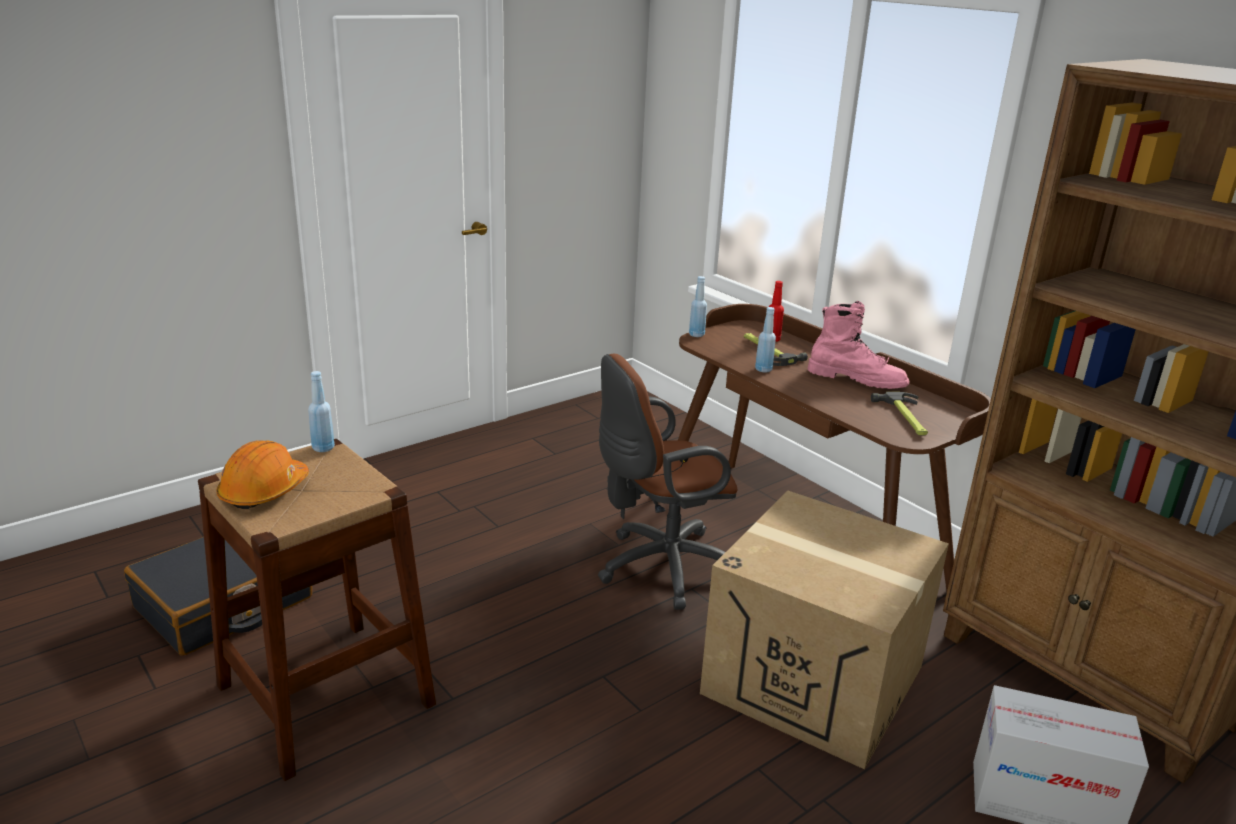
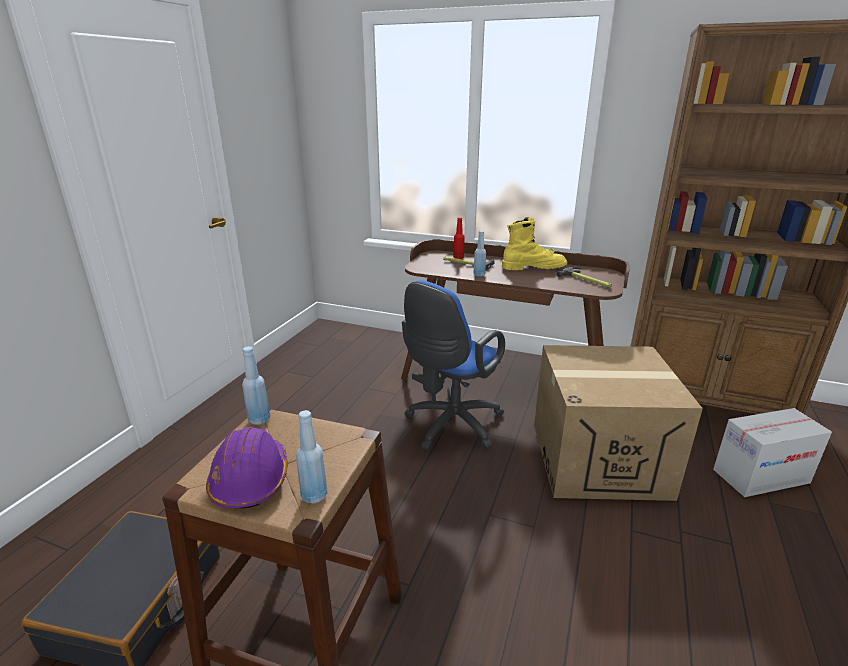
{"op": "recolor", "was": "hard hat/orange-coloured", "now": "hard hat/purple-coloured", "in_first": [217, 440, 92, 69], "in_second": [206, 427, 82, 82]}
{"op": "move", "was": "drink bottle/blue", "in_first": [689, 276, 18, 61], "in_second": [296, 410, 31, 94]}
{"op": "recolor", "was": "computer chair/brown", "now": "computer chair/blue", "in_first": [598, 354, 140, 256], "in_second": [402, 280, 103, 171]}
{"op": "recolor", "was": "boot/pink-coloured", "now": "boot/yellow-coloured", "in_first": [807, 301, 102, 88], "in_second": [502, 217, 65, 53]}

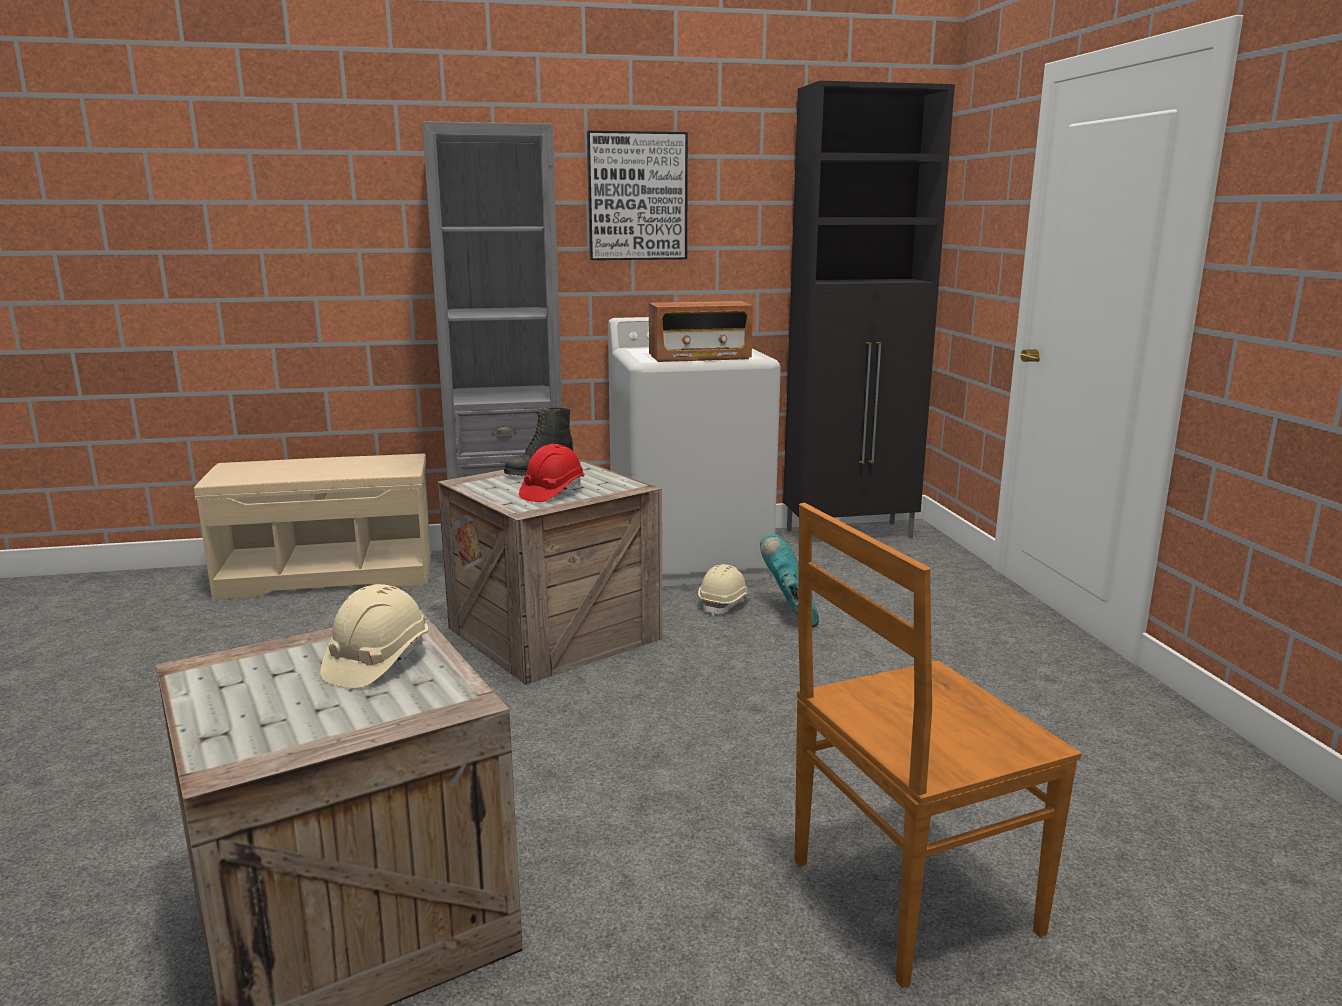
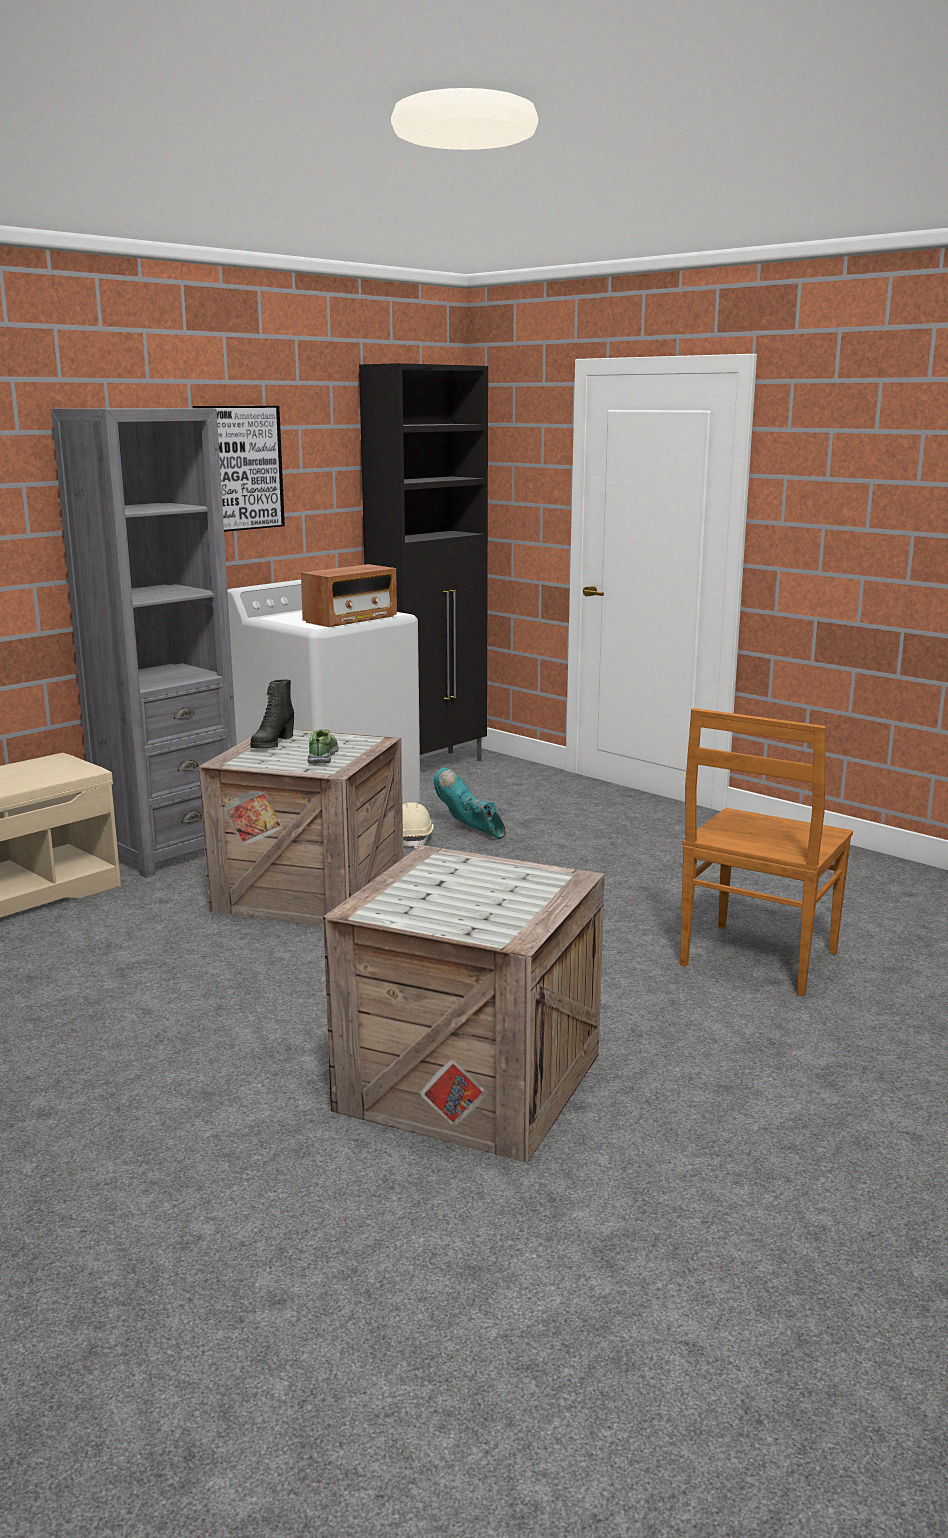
{"op": "replace", "was": "hard hat/red", "now": "item of footwear", "in_first": [519, 444, 65, 58], "in_second": [308, 729, 31, 35]}
{"op": "delete", "was": "hard hat/beige", "in_first": [320, 584, 108, 104]}

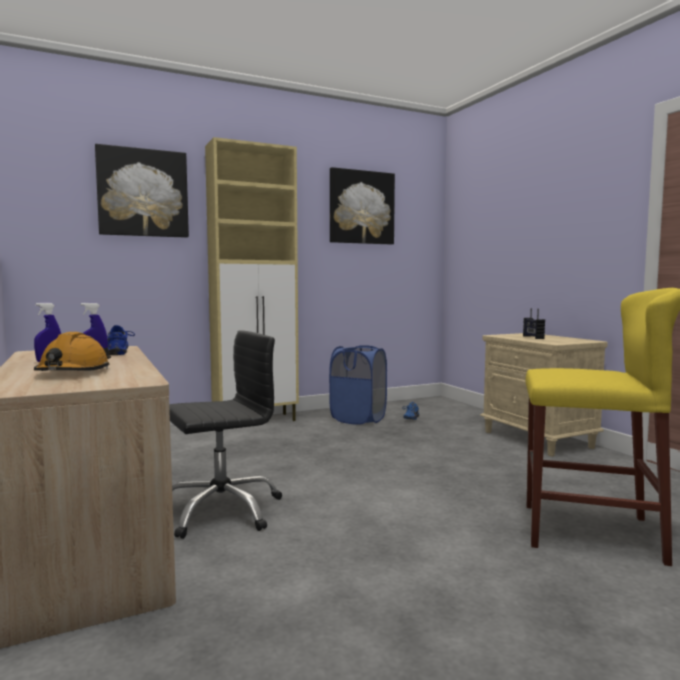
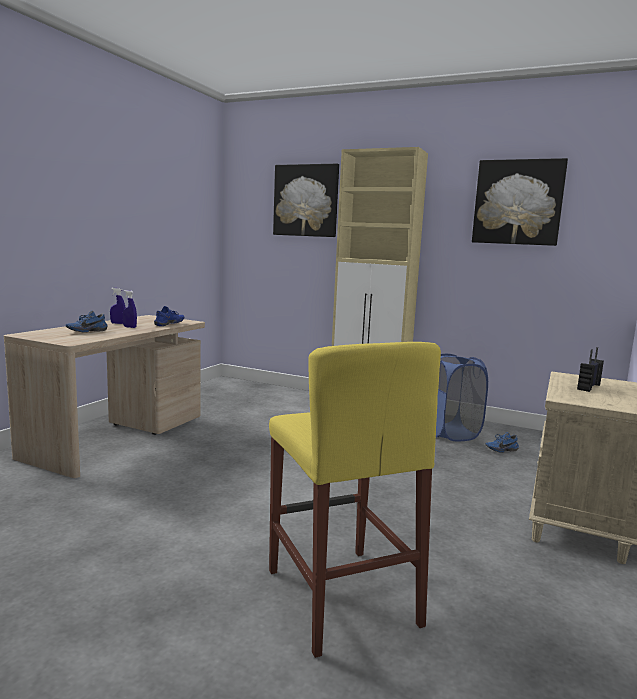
{"op": "replace", "was": "hard hat/orange-coloured", "now": "item of footwear/blue", "in_first": [34, 332, 77, 39], "in_second": [66, 310, 42, 23]}
{"op": "delete", "was": "computer chair/black-coloured", "in_first": [169, 330, 113, 209]}

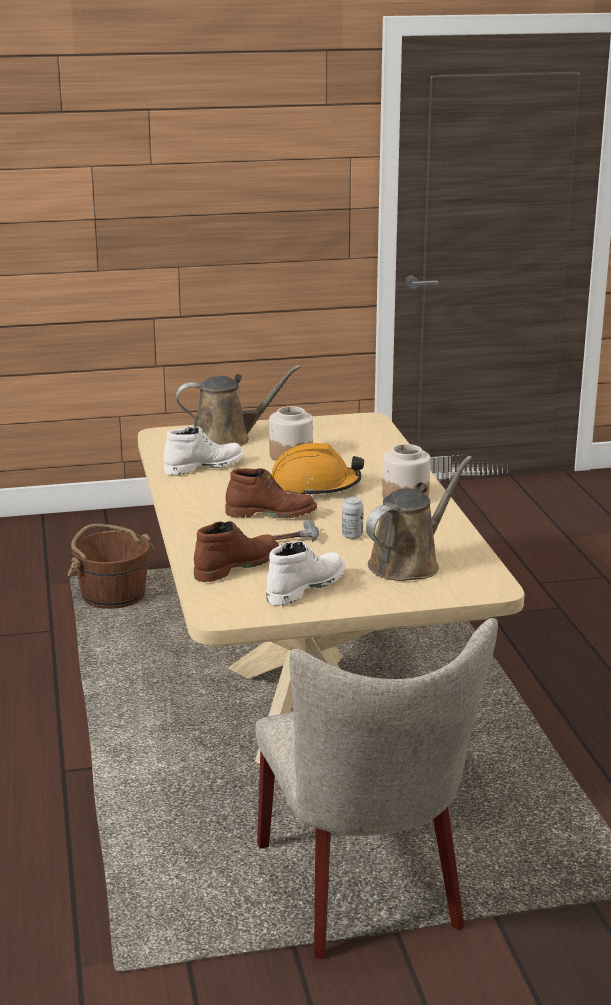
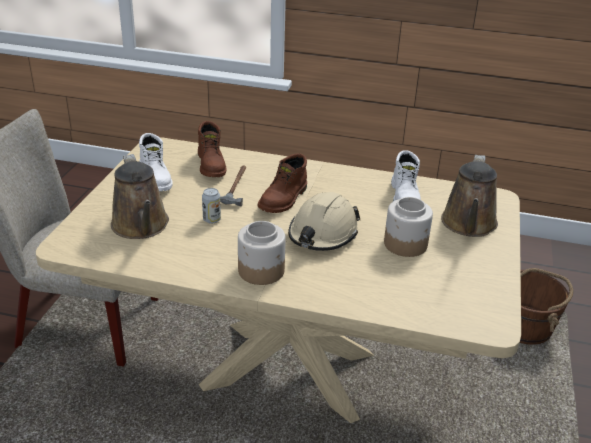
{"op": "recolor", "was": "hard hat/orange-coloured", "now": "hard hat/beige", "in_first": [272, 443, 92, 53], "in_second": [288, 192, 72, 59]}

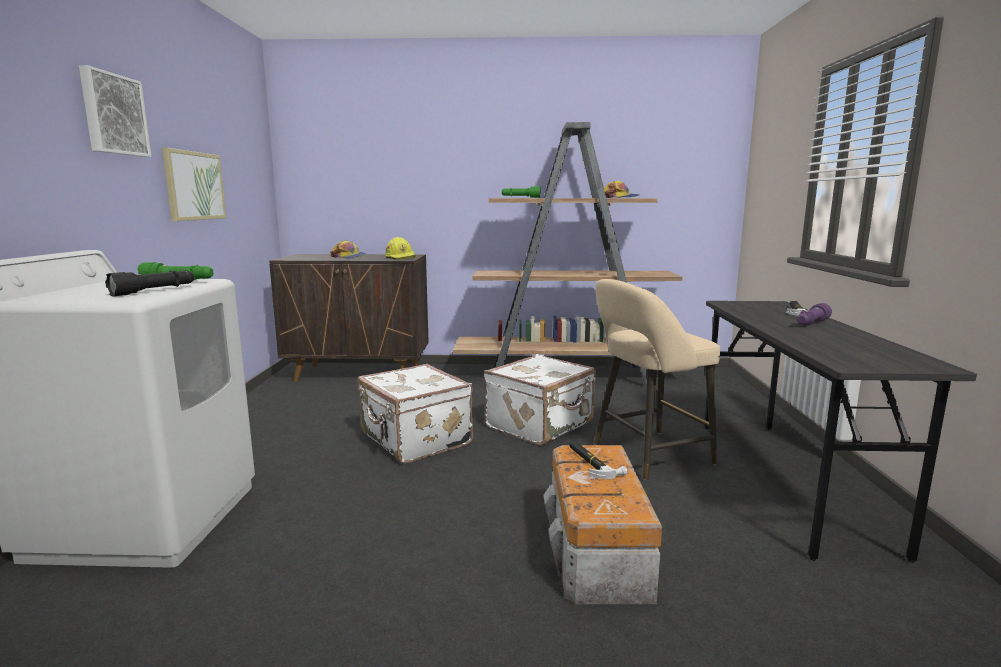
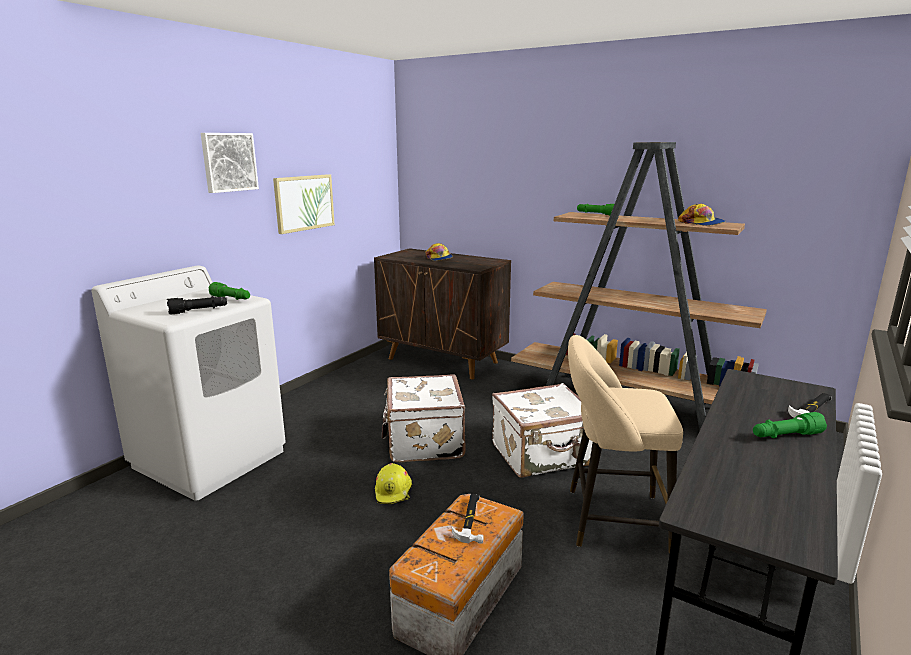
{"op": "move", "was": "hard hat/yellow-coloured", "in_first": [385, 237, 31, 23], "in_second": [375, 463, 37, 41]}
{"op": "recolor", "was": "flashlight/purple-coloured", "now": "flashlight/green", "in_first": [797, 303, 35, 22], "in_second": [753, 412, 74, 26]}

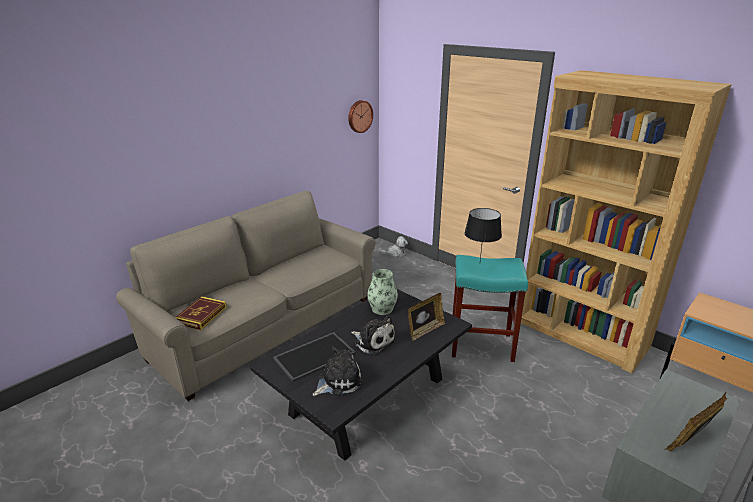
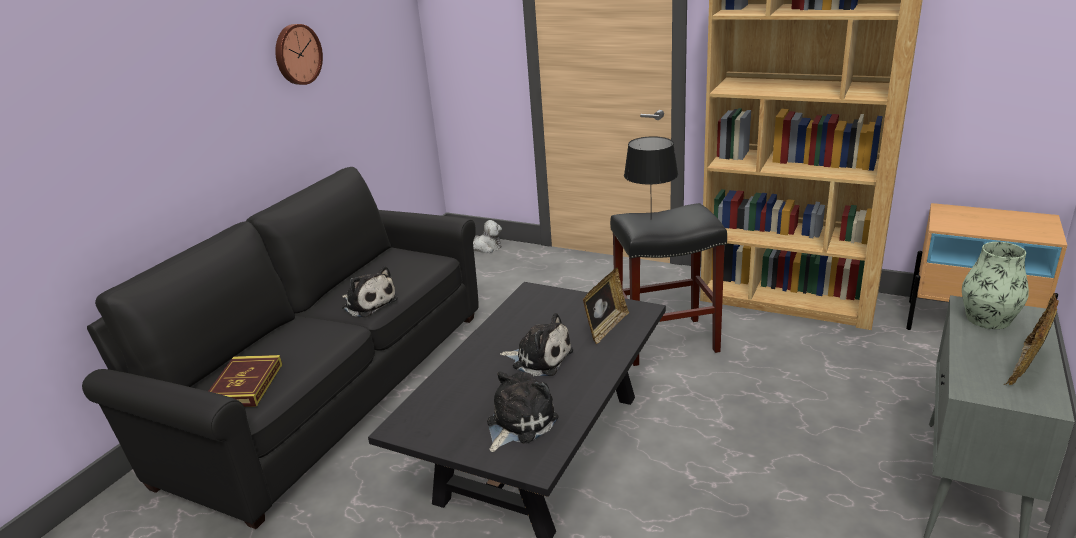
{"op": "recolor", "was": "settee/beige", "now": "settee/black-coloured", "in_first": [116, 191, 260, 210], "in_second": [82, 167, 397, 362]}
{"op": "move", "was": "wall clock", "in_first": [348, 100, 25, 33], "in_second": [275, 24, 48, 61]}
{"op": "insert", "now": "cuddly toy", "in_second": [342, 266, 56, 52]}
{"op": "recolor", "was": "stool/turquoise", "now": "stool/black-coloured", "in_first": [452, 255, 76, 107], "in_second": [610, 203, 117, 163]}
{"op": "move", "was": "flower vase", "in_first": [367, 269, 31, 46], "in_second": [962, 242, 67, 87]}
{"op": "delete", "was": "serving tray", "in_first": [273, 332, 83, 50]}

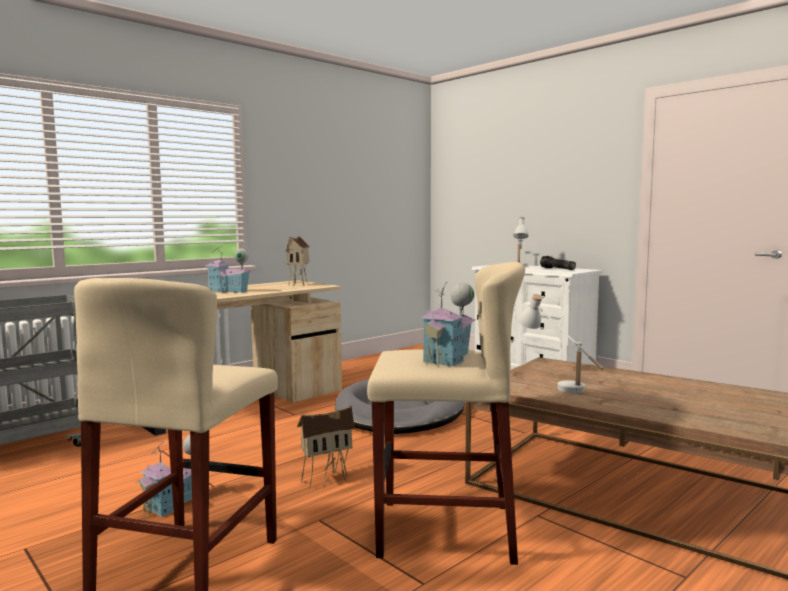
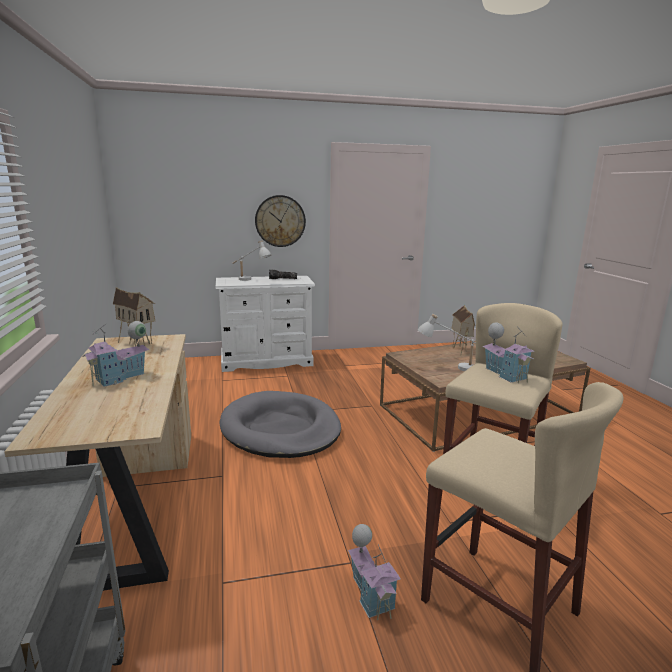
{"op": "insert", "now": "wall clock", "in_second": [255, 195, 51, 52]}
{"op": "move", "was": "model house", "in_first": [297, 406, 58, 84], "in_second": [452, 305, 23, 51]}

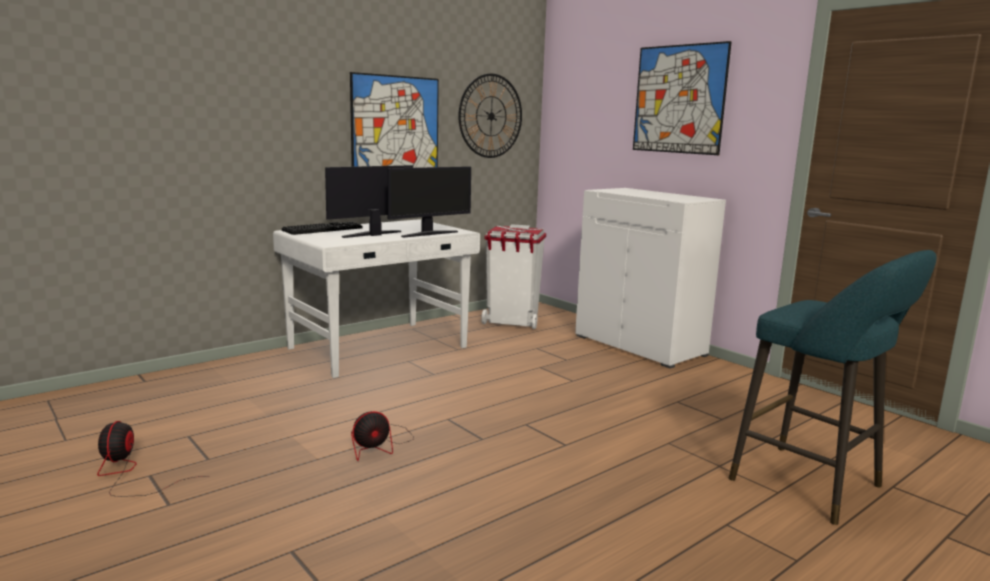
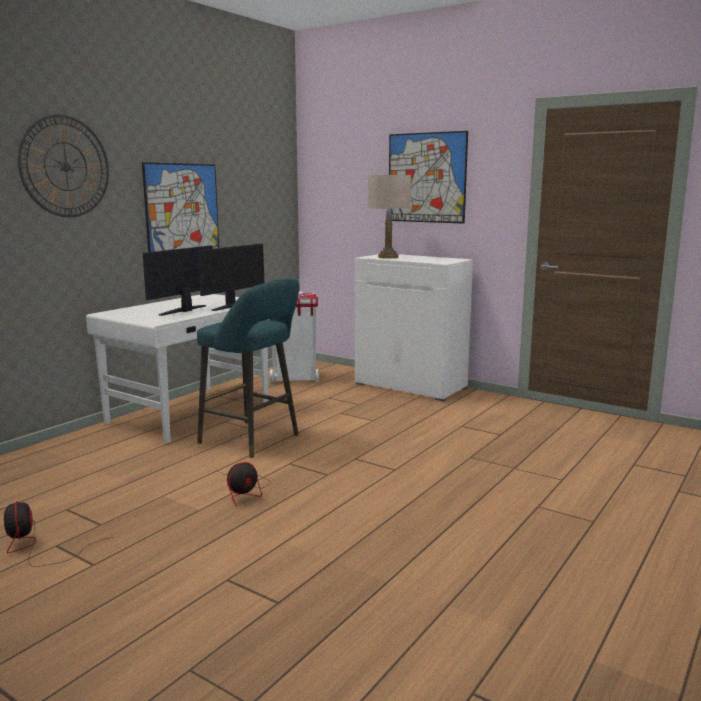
{"op": "move", "was": "wall clock", "in_first": [458, 74, 64, 84], "in_second": [18, 114, 91, 103]}
{"op": "move", "was": "stool/turquoise", "in_first": [729, 250, 208, 275], "in_second": [197, 278, 102, 180]}
{"op": "insert", "now": "tabletop lamp/beige", "in_second": [368, 175, 43, 84]}
{"op": "delete", "was": "computer keyboard", "in_first": [282, 222, 80, 13]}

